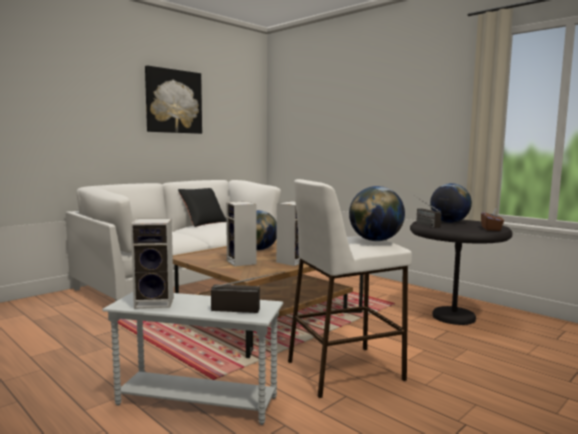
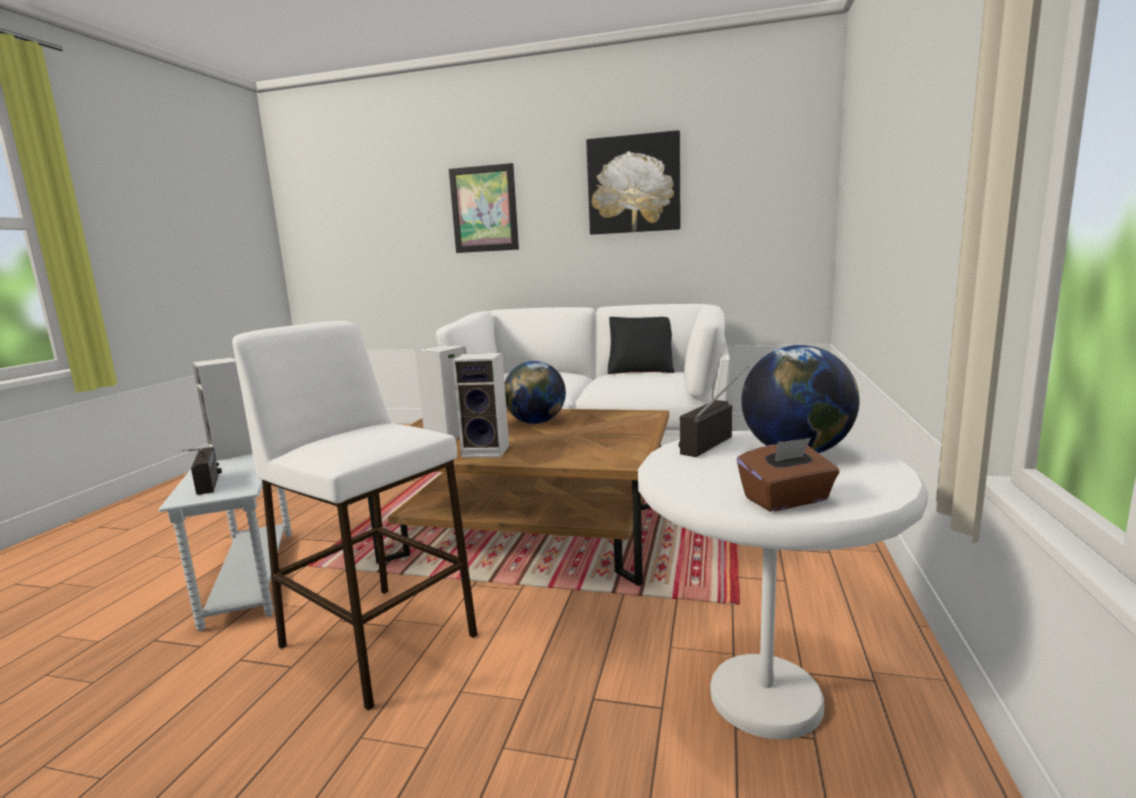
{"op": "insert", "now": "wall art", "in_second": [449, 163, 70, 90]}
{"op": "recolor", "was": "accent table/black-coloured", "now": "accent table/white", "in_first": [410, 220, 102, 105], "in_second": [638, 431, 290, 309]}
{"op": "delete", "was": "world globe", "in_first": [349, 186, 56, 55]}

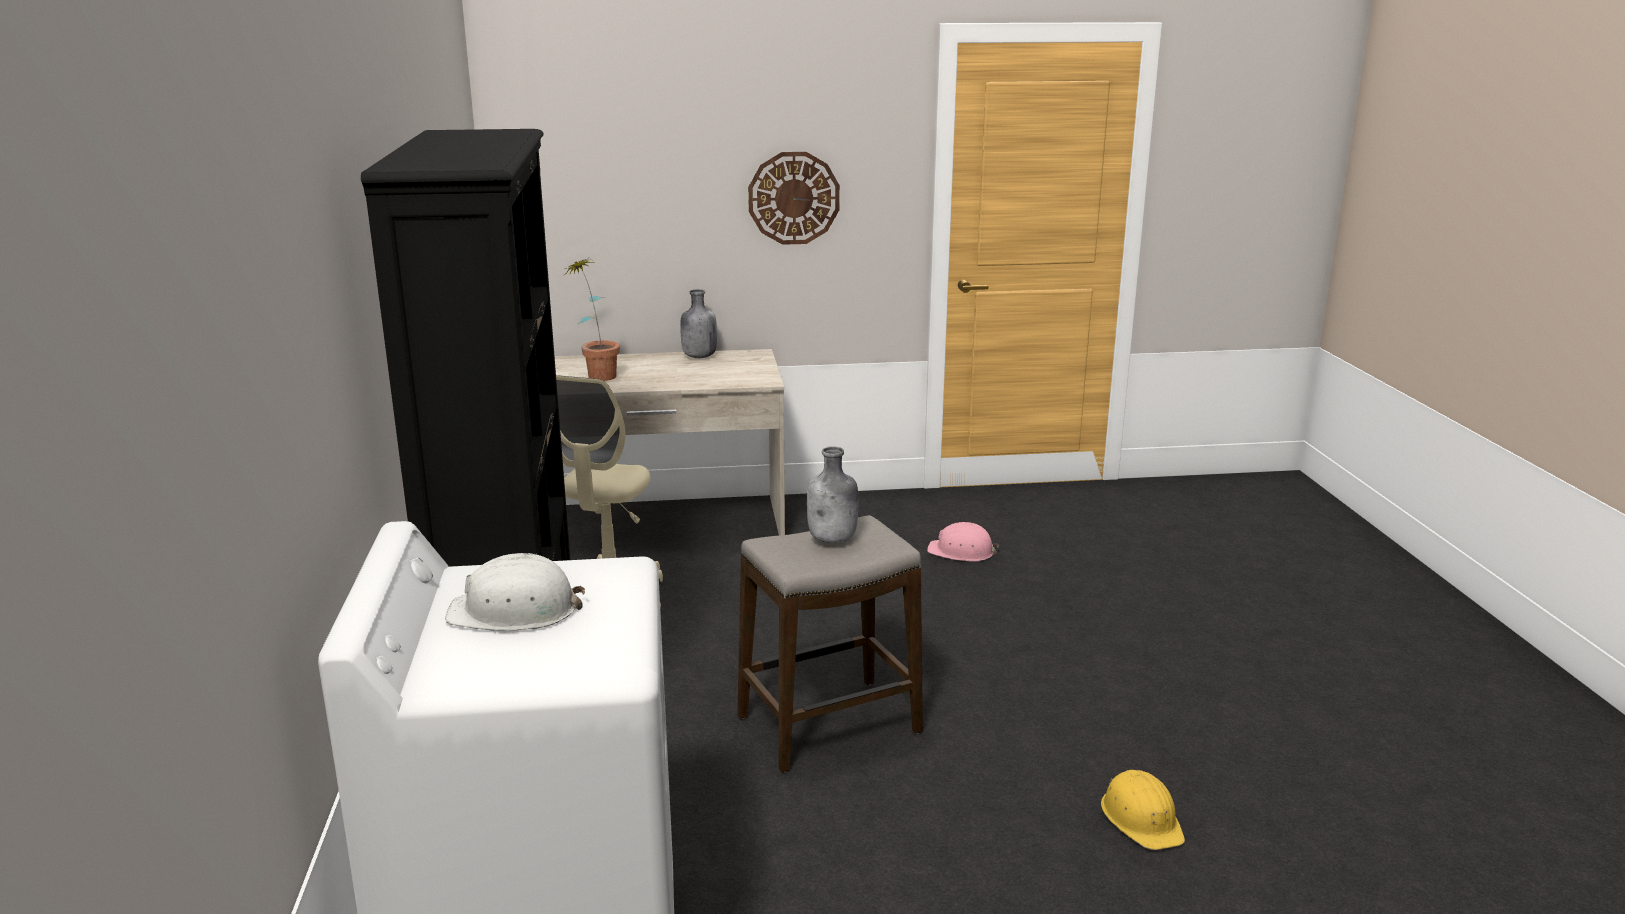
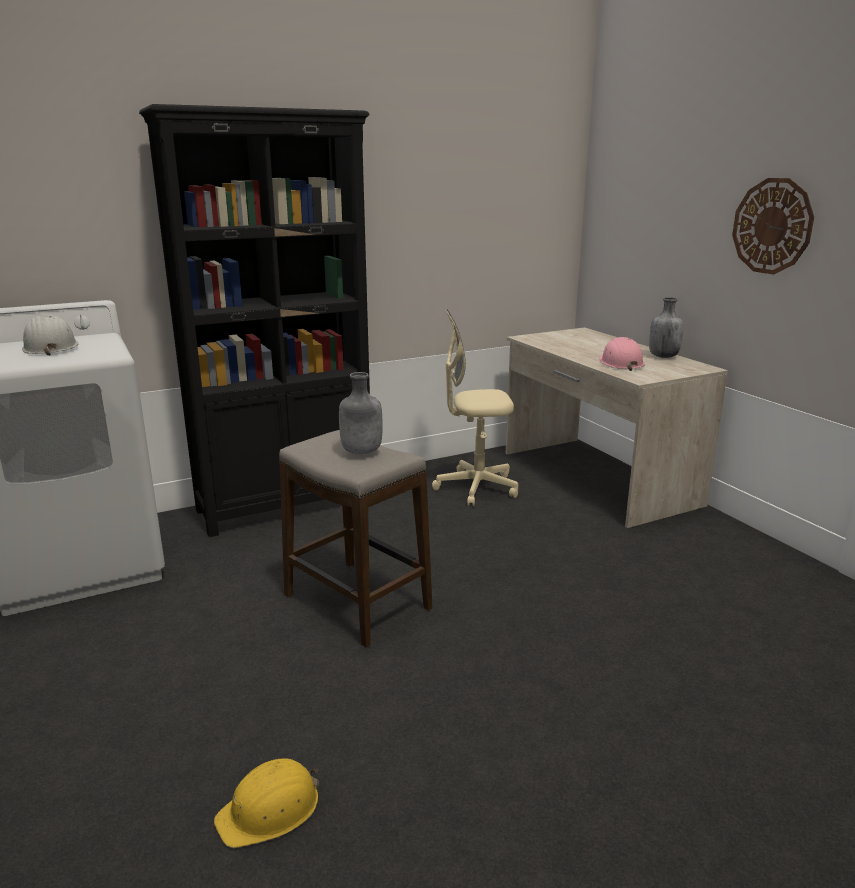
{"op": "move", "was": "hard hat/pink-coloured", "in_first": [927, 522, 72, 39], "in_second": [600, 337, 45, 34]}
{"op": "delete", "was": "plant in a pot", "in_first": [564, 259, 56, 122]}

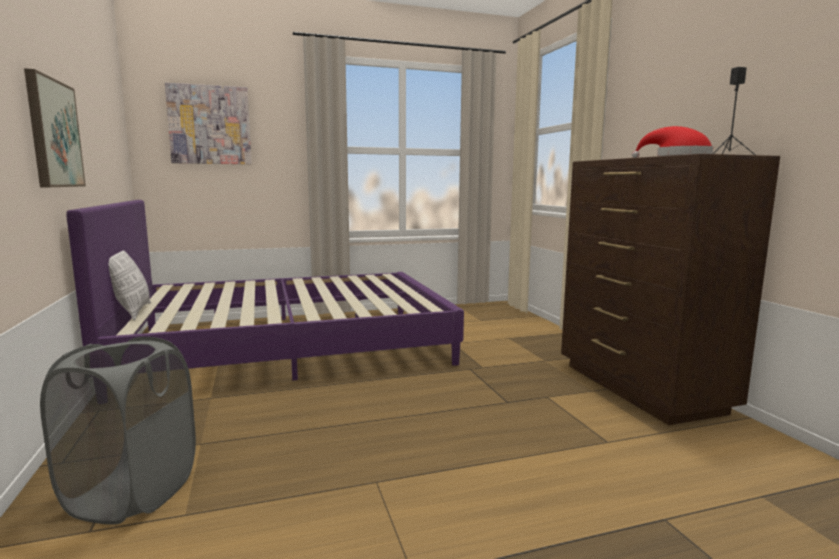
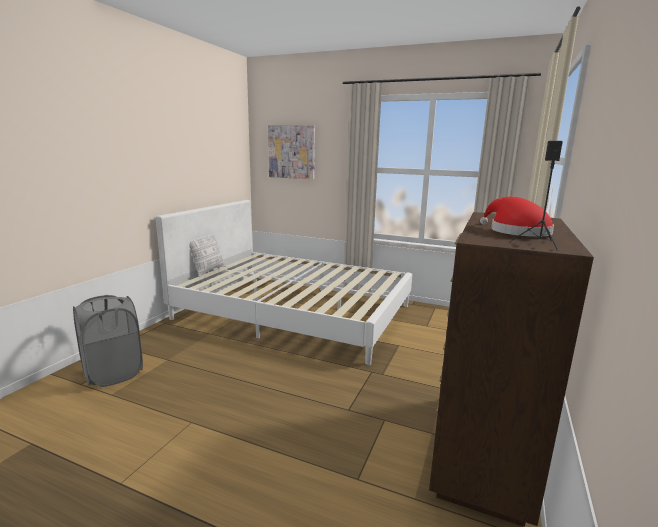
{"op": "recolor", "was": "bed/purple-coloured", "now": "bed/white", "in_first": [66, 200, 398, 181], "in_second": [156, 200, 256, 165]}
{"op": "delete", "was": "wall art", "in_first": [24, 68, 62, 119]}

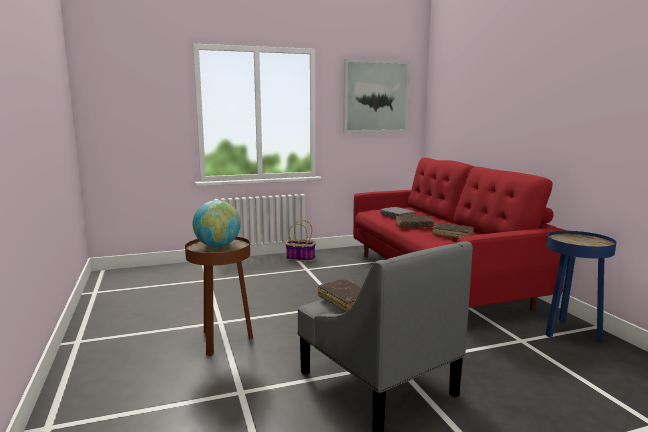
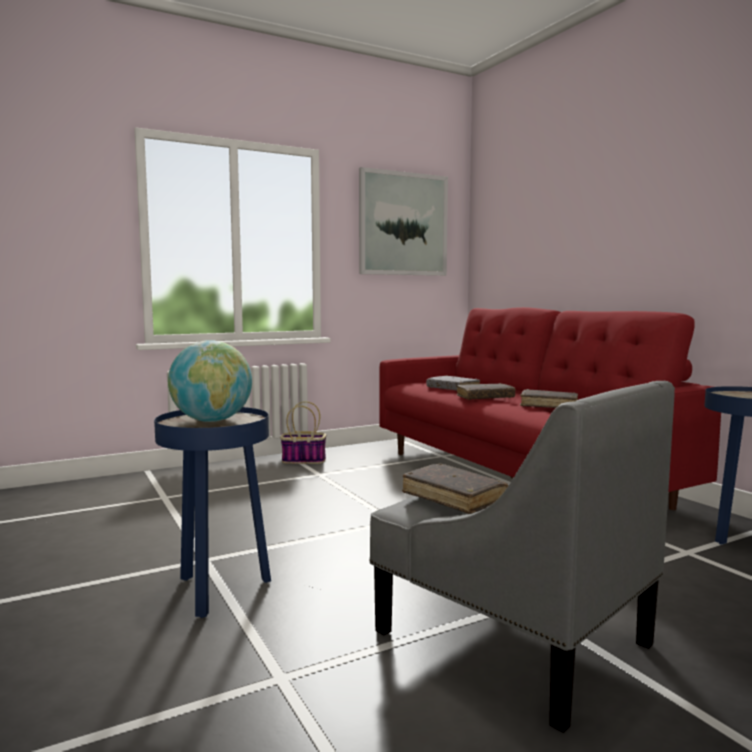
{"op": "recolor", "was": "accent table/brown", "now": "accent table/blue", "in_first": [185, 237, 68, 119], "in_second": [154, 407, 117, 211]}

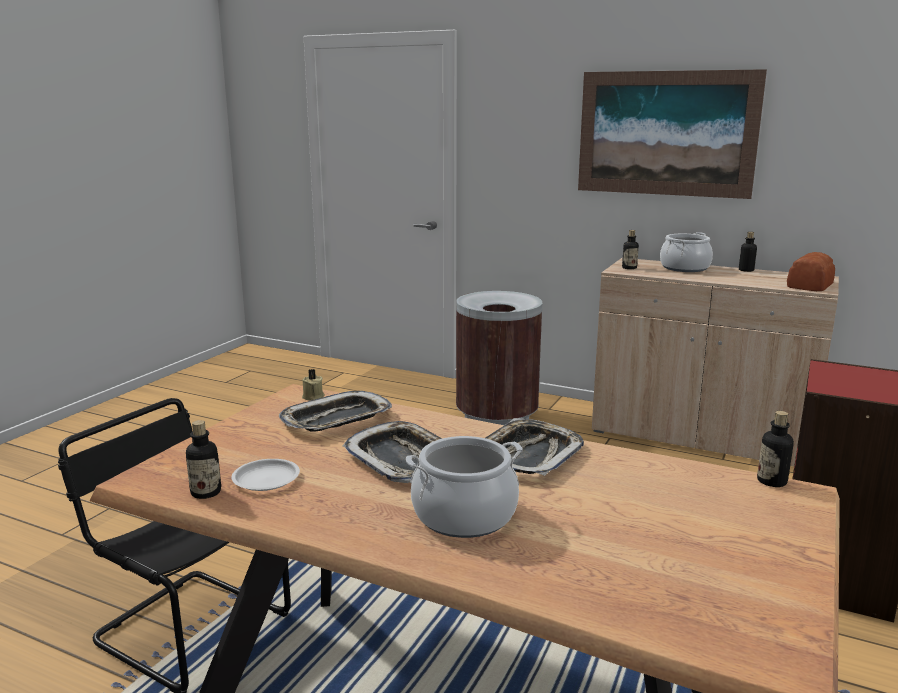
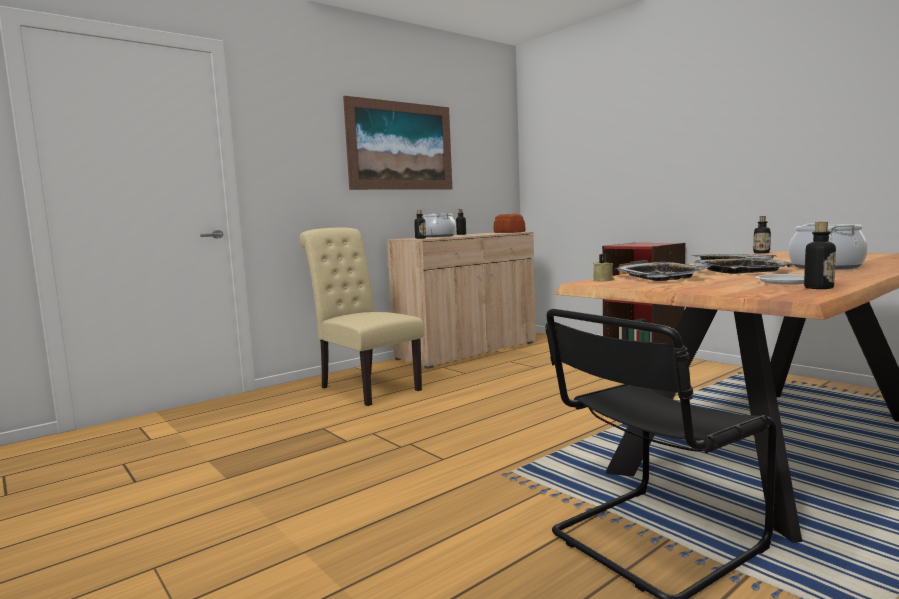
{"op": "replace", "was": "rubbish bin/brown", "now": "upright chair/beige", "in_first": [456, 291, 86, 134], "in_second": [300, 228, 124, 178]}

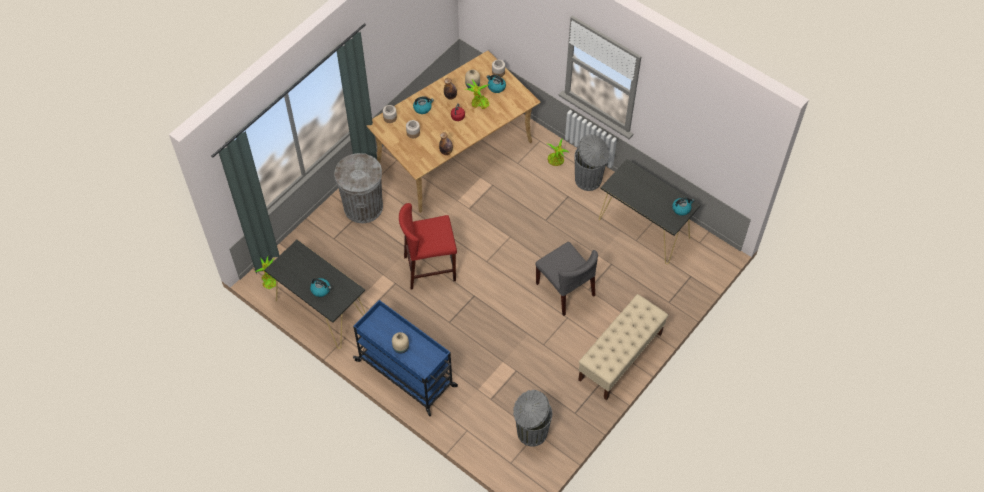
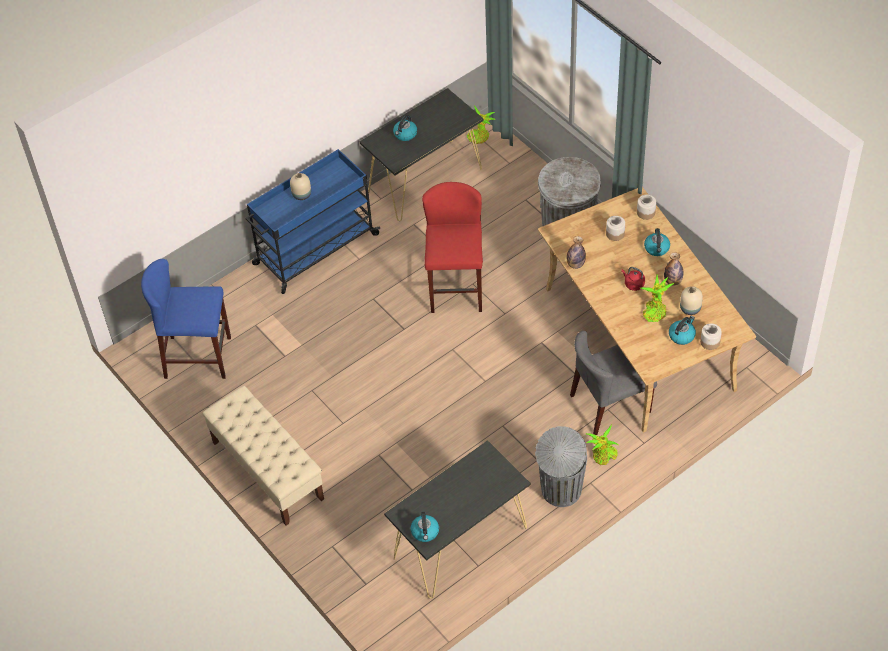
{"op": "replace", "was": "rubbish bin/gray", "now": "stool/blue", "in_first": [513, 390, 39, 57], "in_second": [141, 259, 90, 120]}
{"op": "move", "was": "upright chair/gray", "in_first": [535, 242, 63, 74], "in_second": [570, 331, 87, 104]}

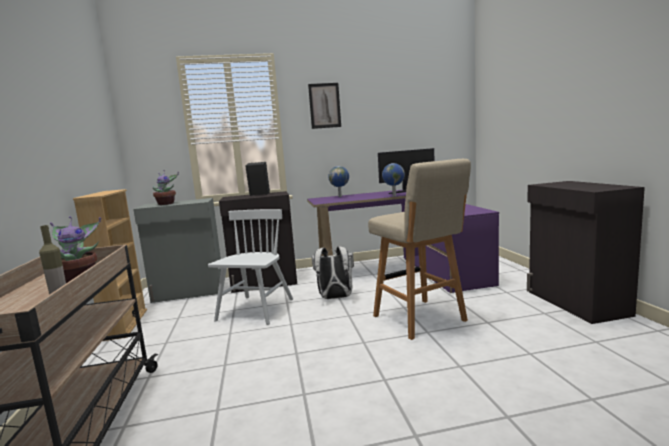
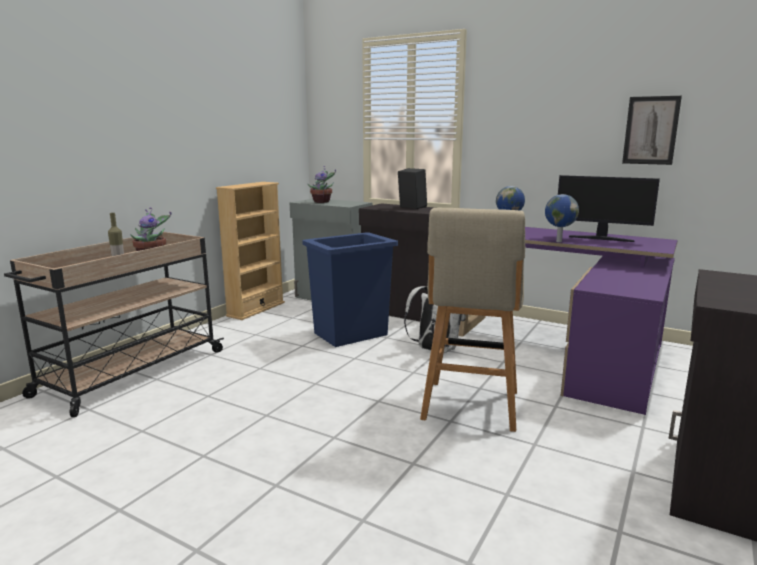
{"op": "replace", "was": "upright chair/white", "now": "rubbish bin/blue", "in_first": [208, 209, 85, 116], "in_second": [302, 232, 96, 115]}
{"op": "move", "was": "wall art", "in_first": [308, 83, 33, 46], "in_second": [622, 96, 60, 69]}

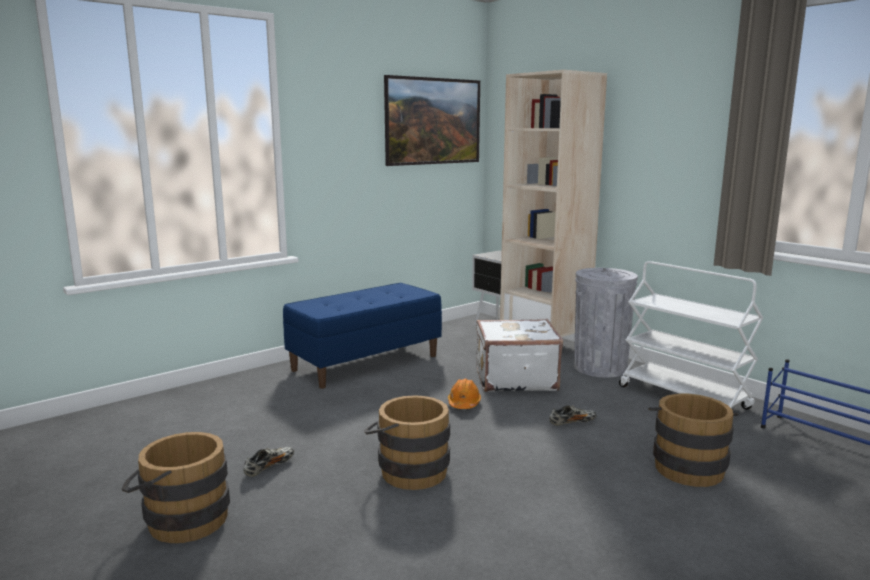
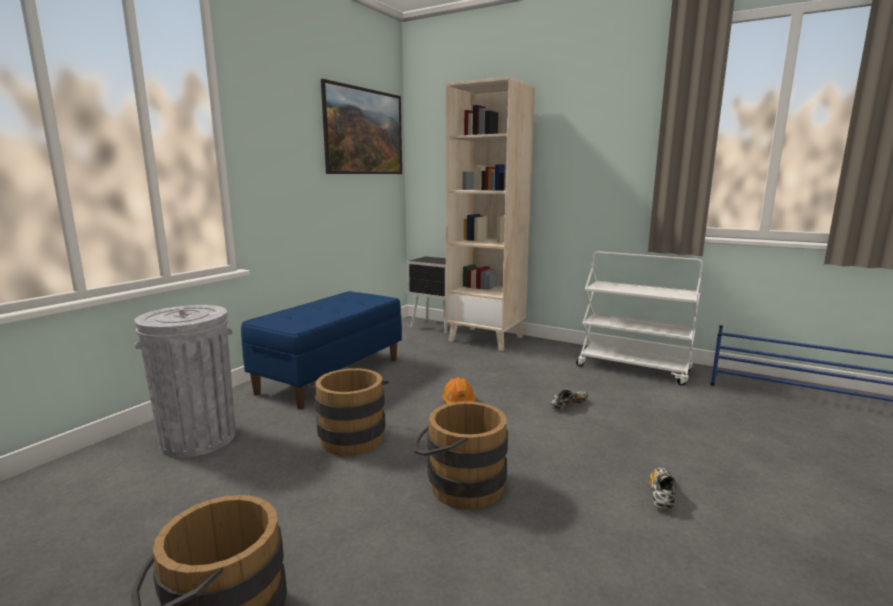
{"op": "move", "was": "rubbish bin/gray", "in_first": [574, 268, 64, 110], "in_second": [134, 305, 102, 153]}
{"op": "move", "was": "pail/brown", "in_first": [648, 394, 90, 93], "in_second": [308, 368, 81, 88]}
{"op": "move", "was": "item of footwear", "in_first": [243, 447, 51, 30], "in_second": [649, 467, 27, 44]}
{"op": "delete", "was": "suitcase/white", "in_first": [476, 319, 87, 73]}

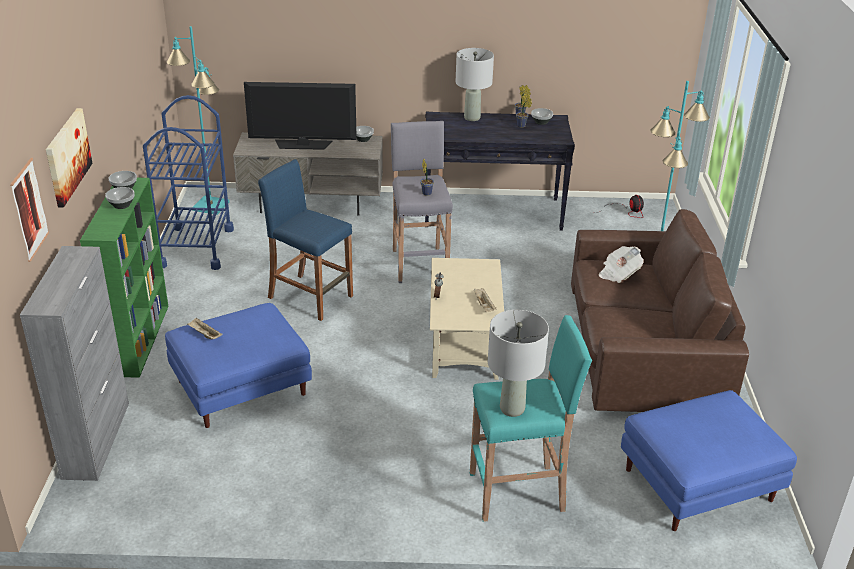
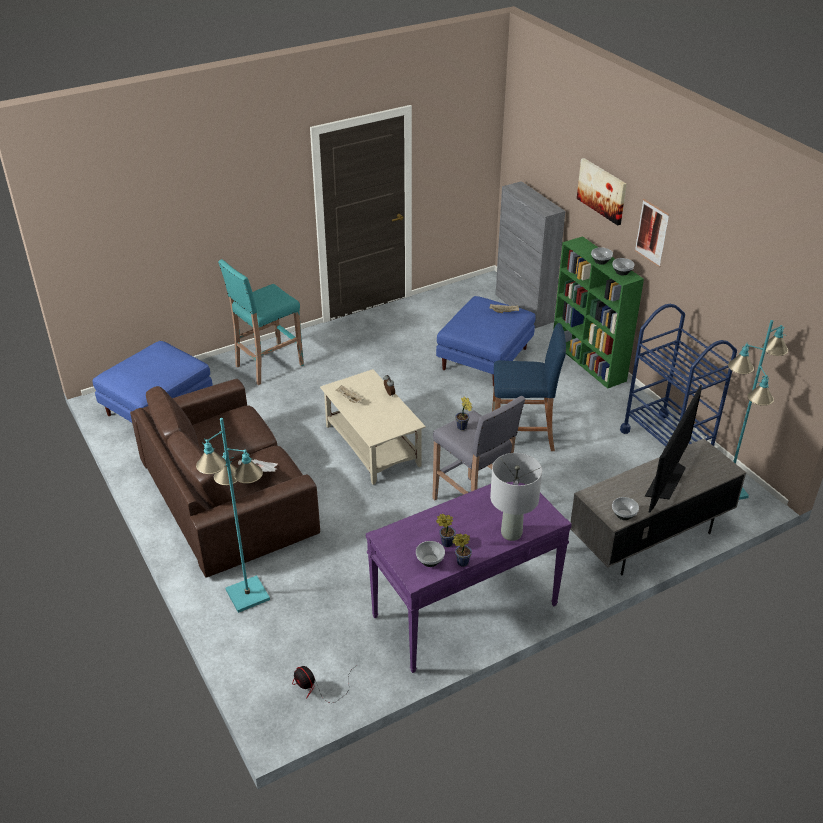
{"op": "recolor", "was": "hall table/black-coloured", "now": "hall table/purple-coloured", "in_first": [425, 112, 150, 119], "in_second": [366, 482, 206, 191]}
{"op": "move", "was": "wall art", "in_first": [10, 158, 39, 104], "in_second": [635, 199, 34, 68]}
{"op": "rotate", "was": "TV", "in_first": [244, 82, 113, 68], "in_second": [645, 385, 57, 128], "clockwise": 150}
{"op": "delete", "was": "tabletop lamp/gray", "in_first": [488, 310, 61, 107]}

